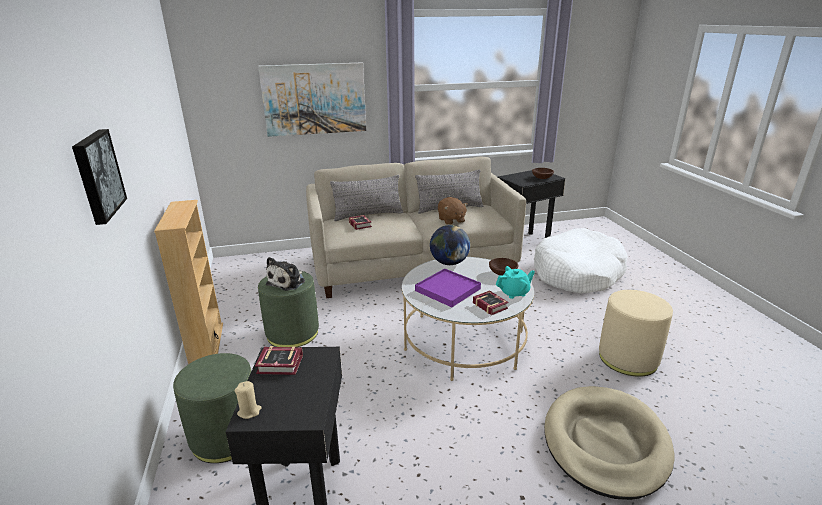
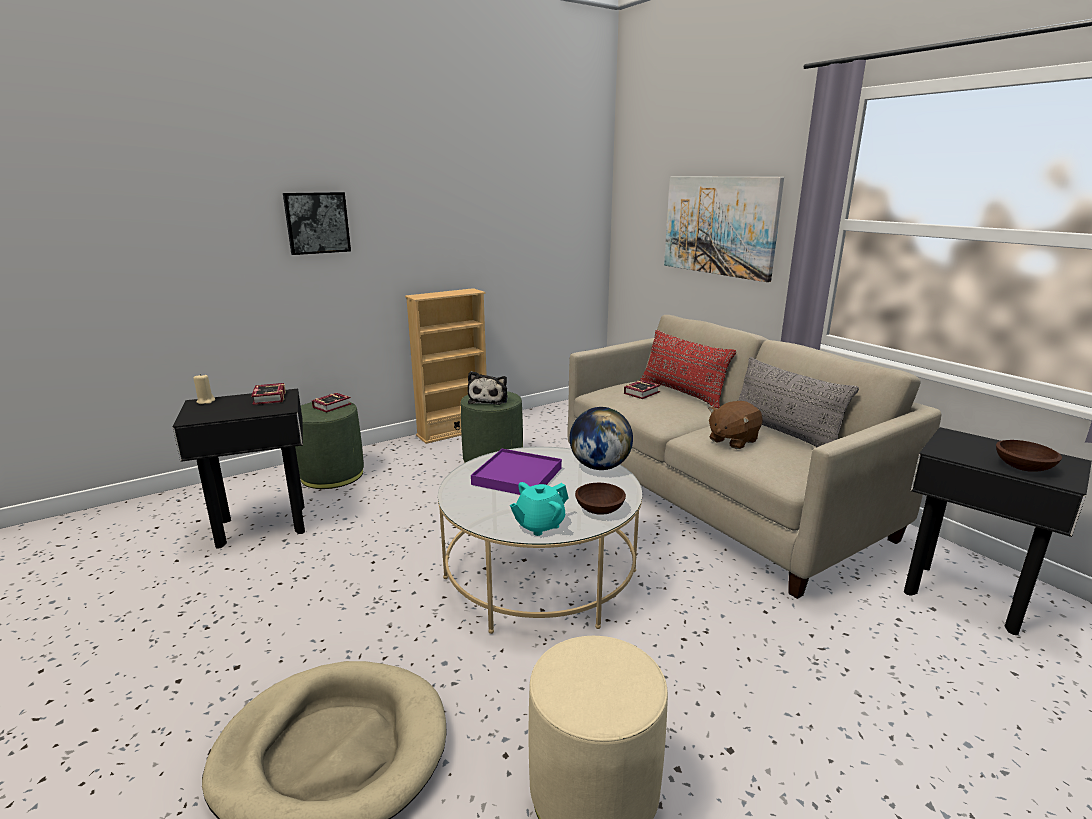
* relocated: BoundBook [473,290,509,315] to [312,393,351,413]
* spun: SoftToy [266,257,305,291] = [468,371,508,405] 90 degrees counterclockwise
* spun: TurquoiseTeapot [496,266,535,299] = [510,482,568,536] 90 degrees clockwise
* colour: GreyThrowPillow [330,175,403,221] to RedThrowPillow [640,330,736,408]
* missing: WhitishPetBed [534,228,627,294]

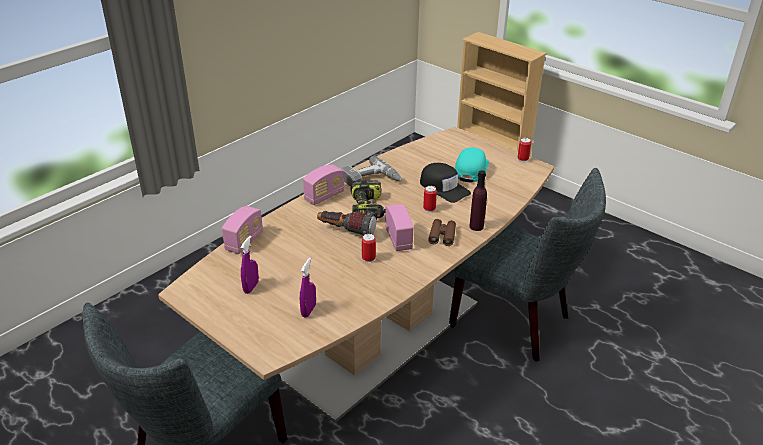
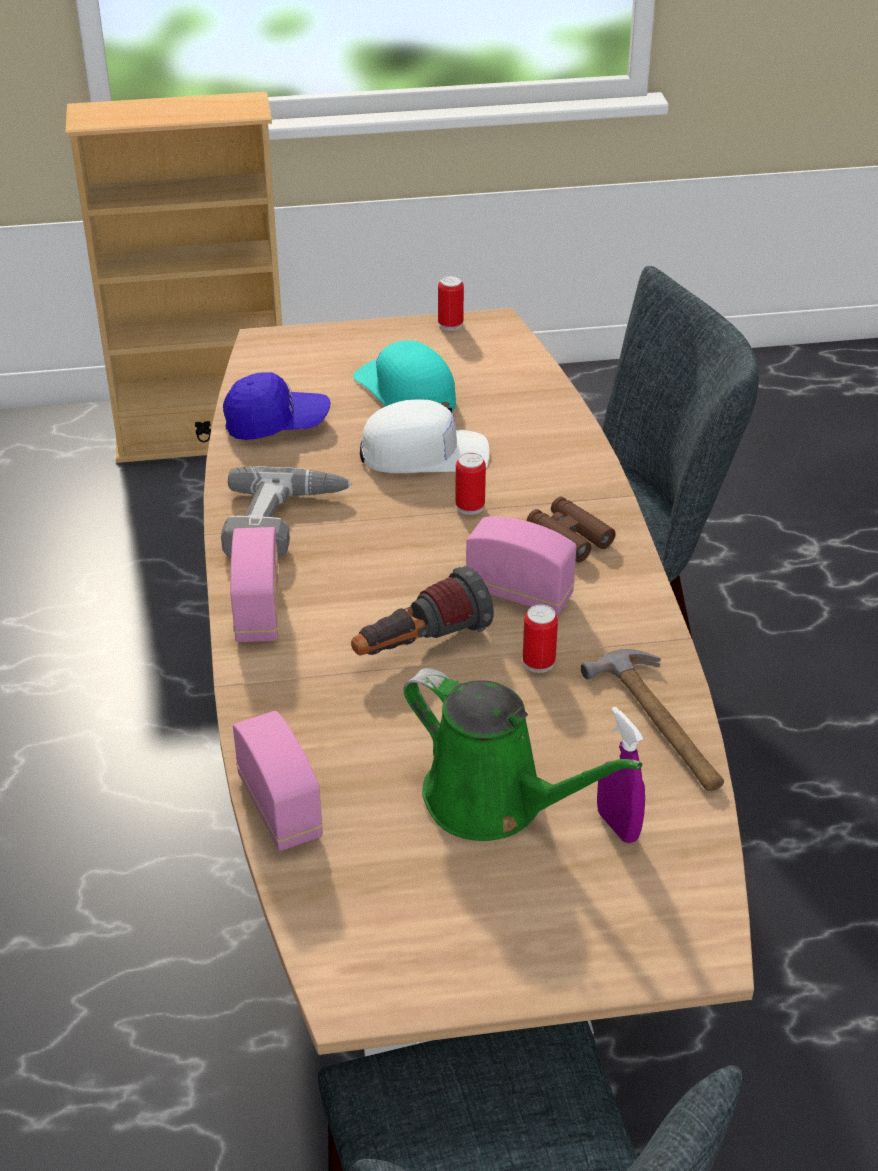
* appeared: BluishPeakedCap [223,372,330,440]
* colour: BlackColouredPeakedCap [420,163,471,203] to WhitishPeakedCap [360,399,489,473]
* appeared: GreenishWateringPot [403,668,642,841]
* appeared: Hammer [581,649,724,791]
* missing: PurpleColouredHandSprayer [240,236,259,294]
* missing: Drill [351,180,385,220]
* missing: PurpleColouredBeverageBottle [469,170,487,231]

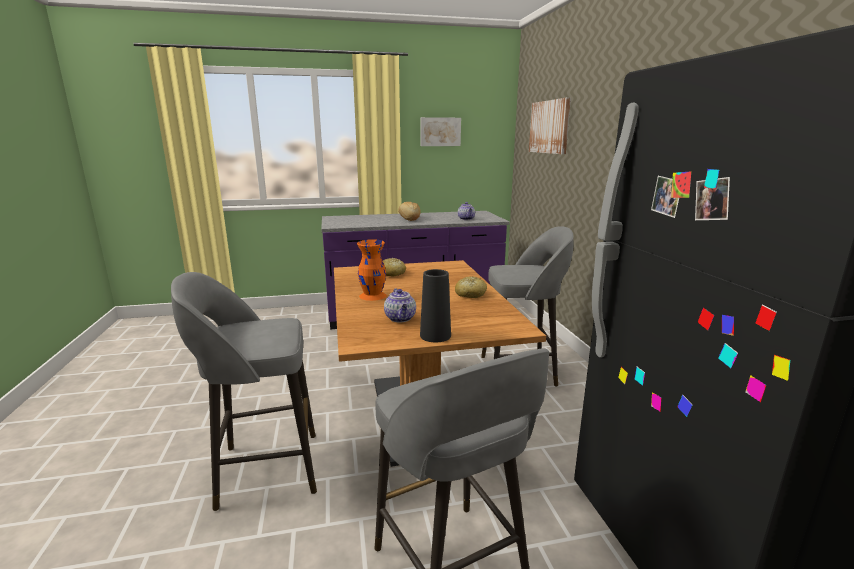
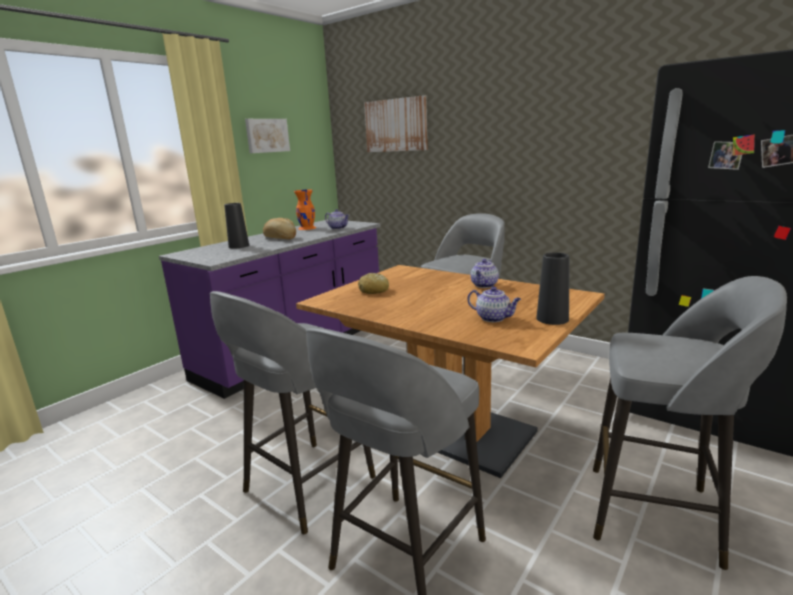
* appeared: GreySittingStool [210,291,376,535]
* appeared: BlackColouredVase [224,203,249,248]
* relocated: OrangeyVase [357,239,386,301] to [294,190,317,230]
* exchanged: Bread [455,276,487,298] to Teapot [470,259,499,288]

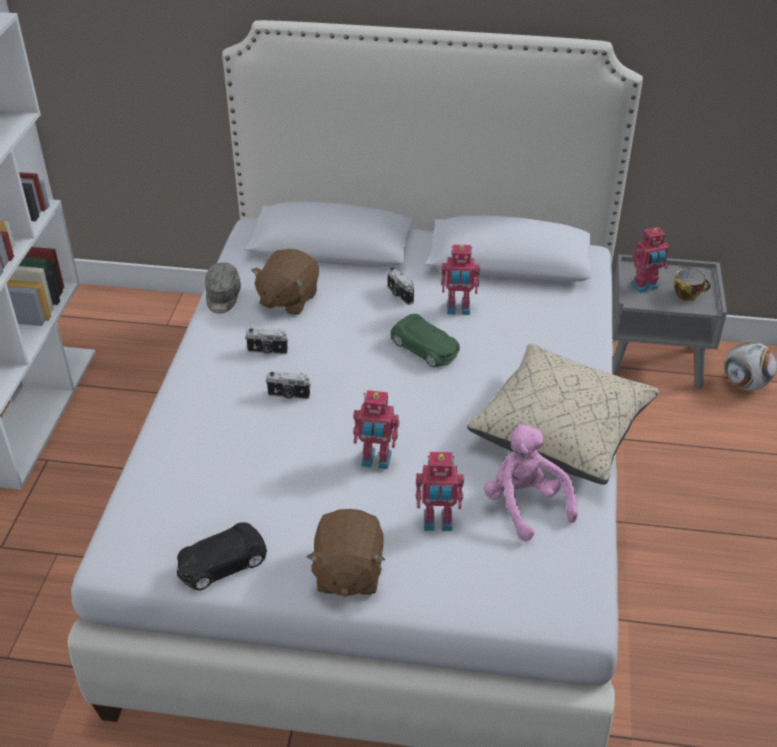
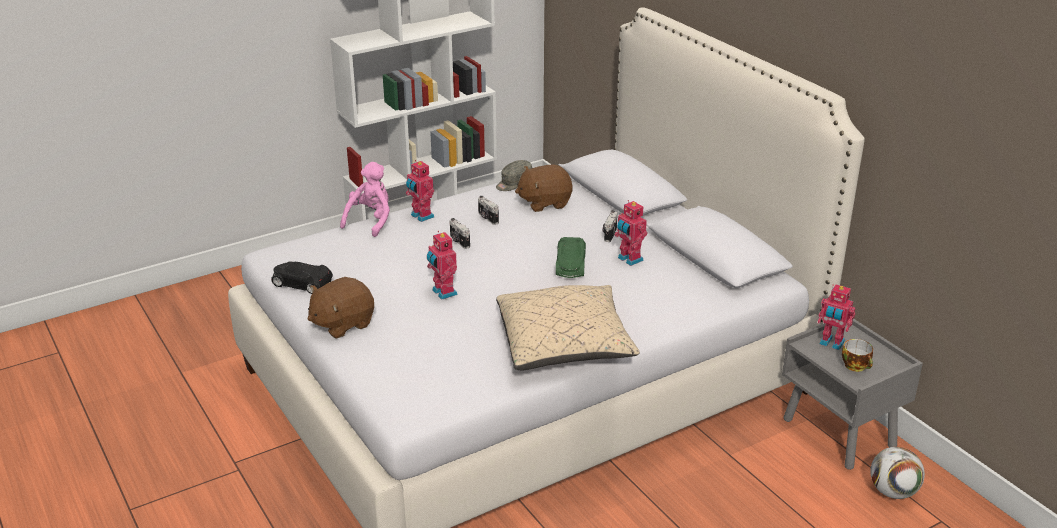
* relocated: PinkSoftToy [484,424,578,541] to [340,162,390,237]
* relocated: ToyRobot [416,452,464,531] to [406,160,434,222]

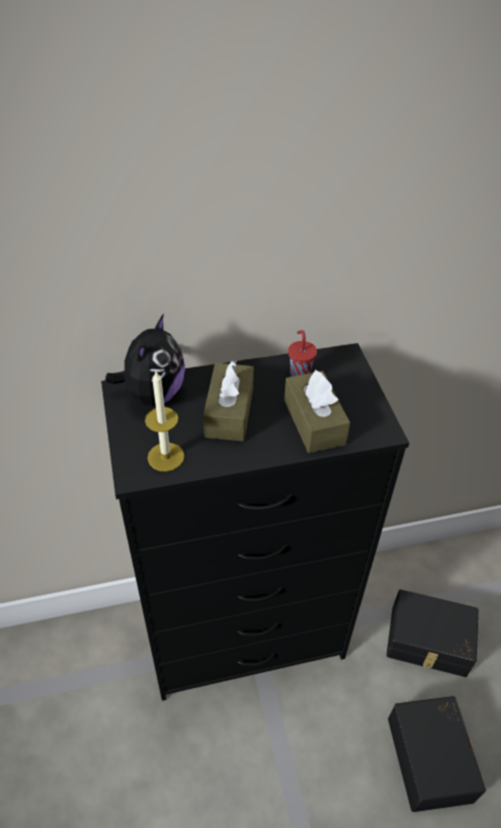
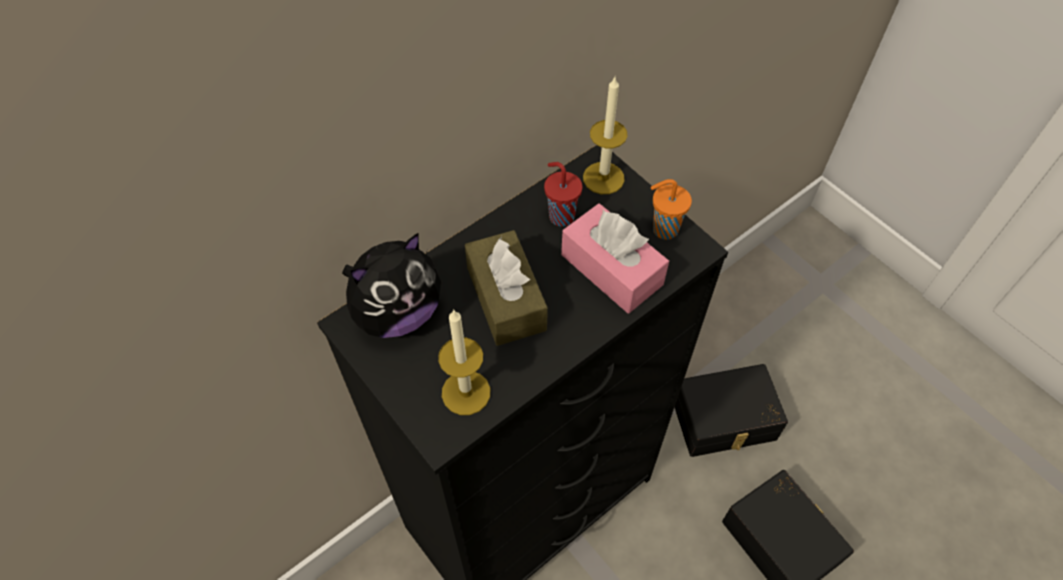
* spun: SoftToy [105,314,185,406] = [342,233,441,338] 60 degrees clockwise
* colour: BrownishBoxOfTissues [284,370,350,453] to PinkBoxOfTissues [561,203,669,313]
* appeared: WaxLight [583,77,627,194]
* appeared: OrangeySmallCup [651,179,692,240]

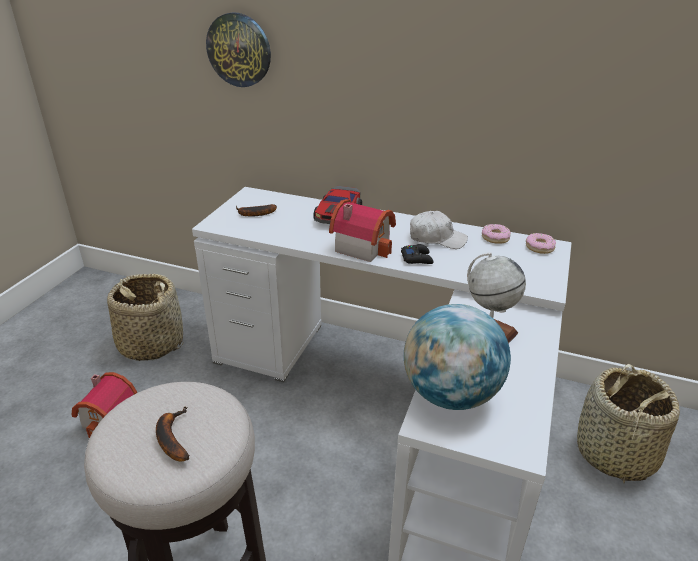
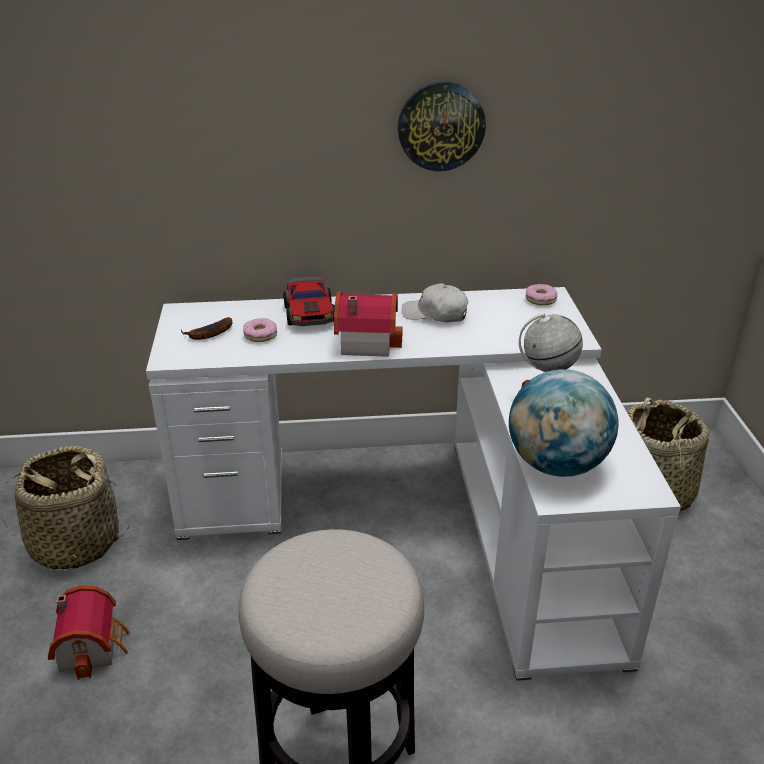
* relocated: Donut [482,224,511,244] to [243,318,277,342]
* relocated: HangingClock [206,12,271,87] to [398,82,486,171]
* spun: WhitishPeakedCap [410,211,468,249] = [402,283,468,322] 150 degrees counterclockwise
* missing: BananaFruit [156,406,190,461]
* missing: BlackColouredGameController [401,244,434,264]

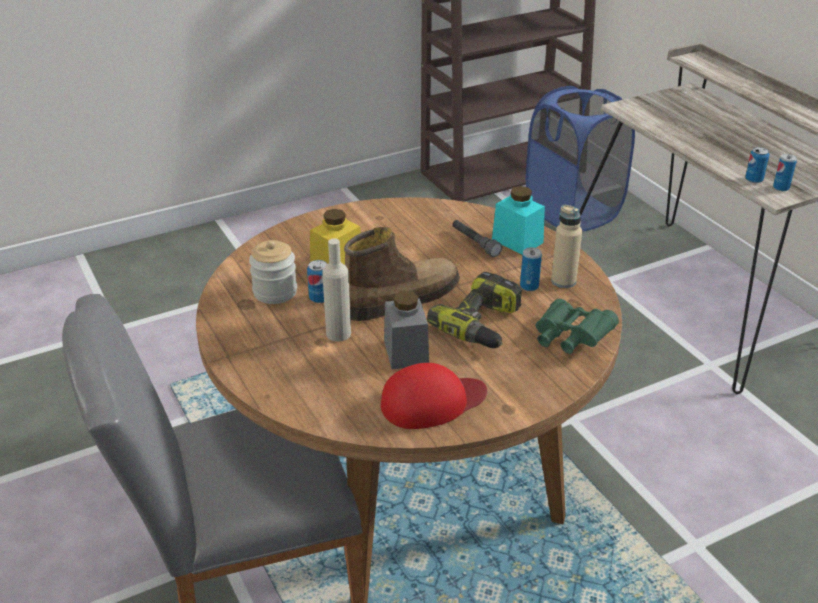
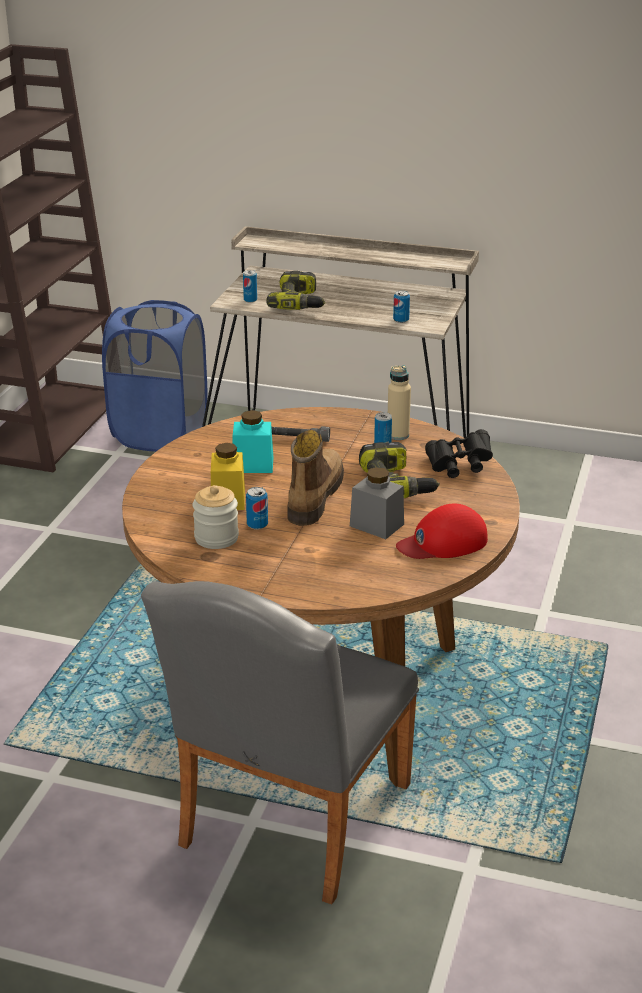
* relocated: TurquoisePreserveJar [492,186,545,255] to [233,410,273,473]
* relocated: MetalCan [773,154,797,191] to [243,270,257,302]
* appeared: Drill [266,271,326,310]
* spun: RedPeakedCap [381,363,487,429] = [396,503,488,559] 135 degrees counterclockwise
* colour: GreenishBinoculars [536,299,619,354] to BlackColouredBinoculars [425,429,493,478]
* missing: SandColouredBeverageBottle [322,238,351,342]

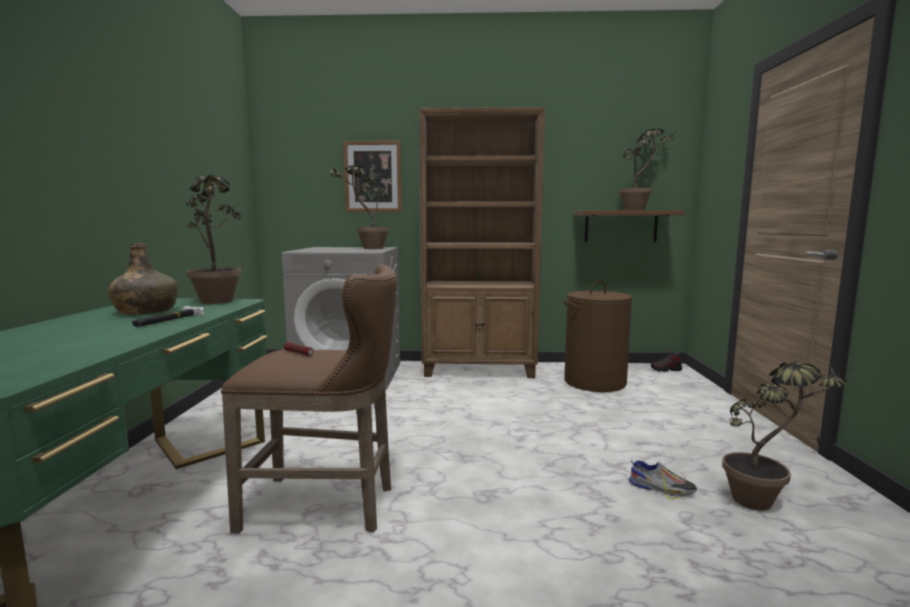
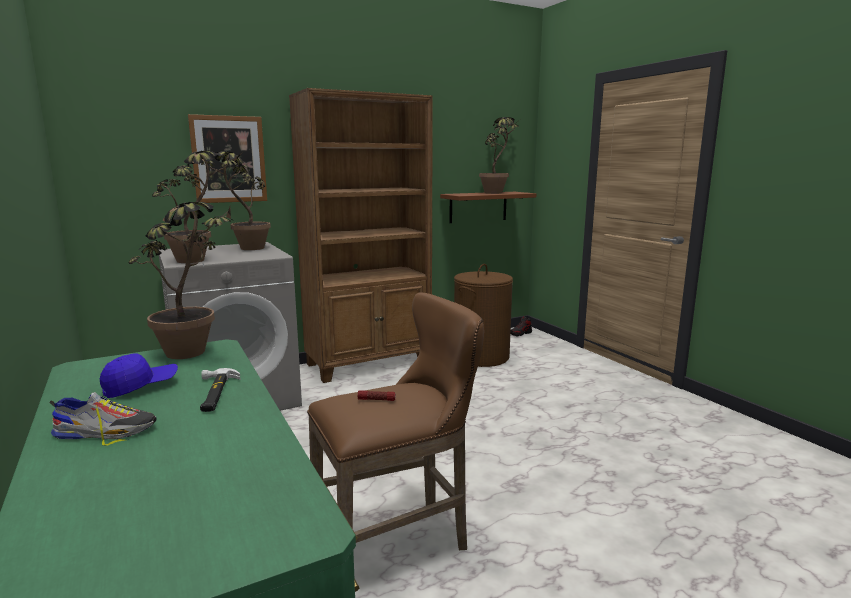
* relocated: ItemOfFootwear [628,460,697,500] to [49,392,157,446]
* exchanged: GreenishBeverageBottle [108,243,178,315] to BluishPeakedCap [100,353,178,398]
* relocated: Houseplant [722,362,856,511] to [152,151,243,263]

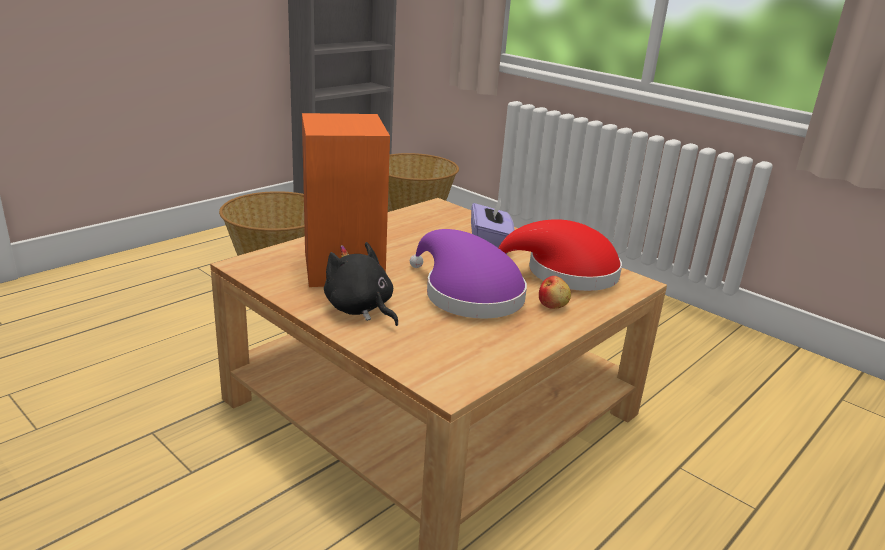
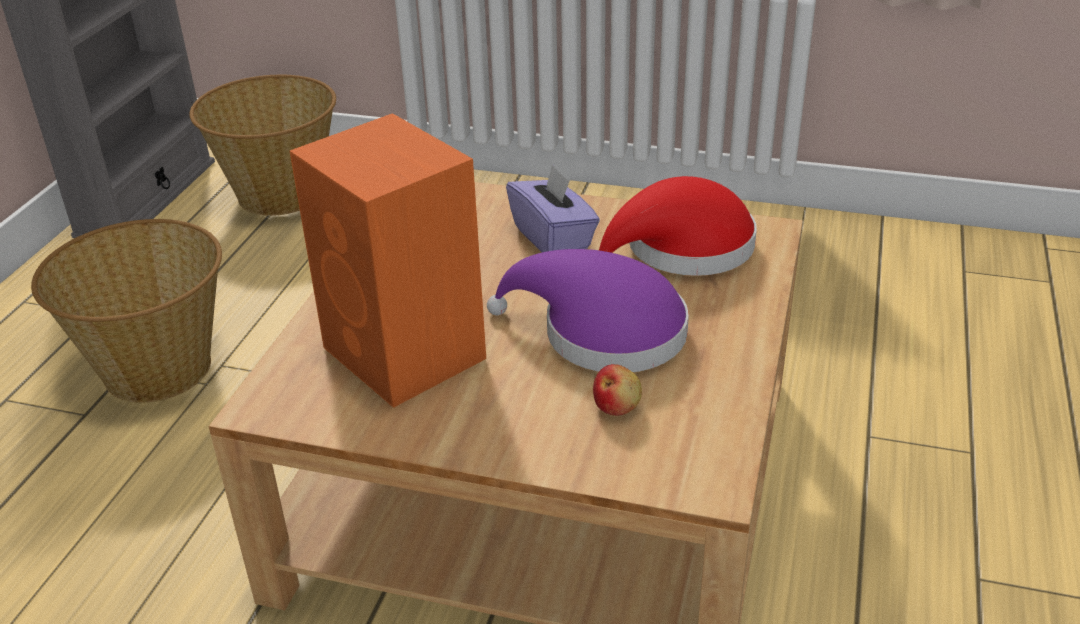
* relocated: Apple [539,276,571,309] to [593,364,642,416]
* missing: BlackColouredSoftToy [324,242,398,326]

